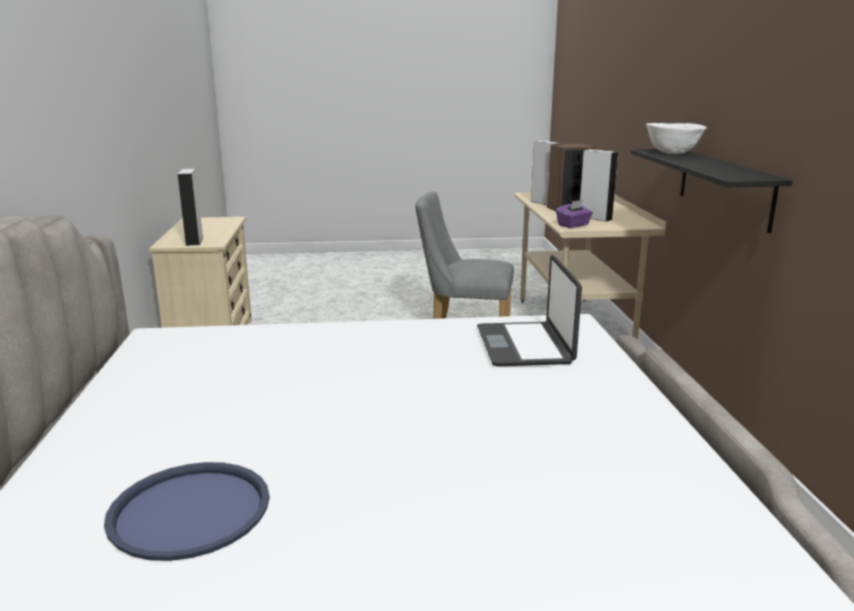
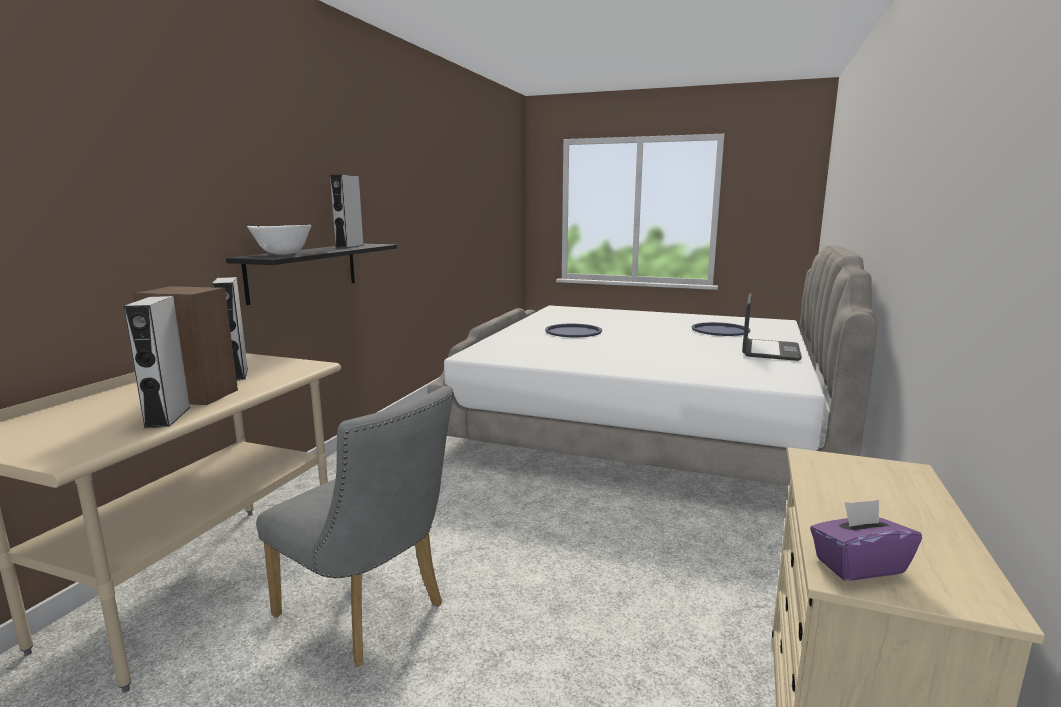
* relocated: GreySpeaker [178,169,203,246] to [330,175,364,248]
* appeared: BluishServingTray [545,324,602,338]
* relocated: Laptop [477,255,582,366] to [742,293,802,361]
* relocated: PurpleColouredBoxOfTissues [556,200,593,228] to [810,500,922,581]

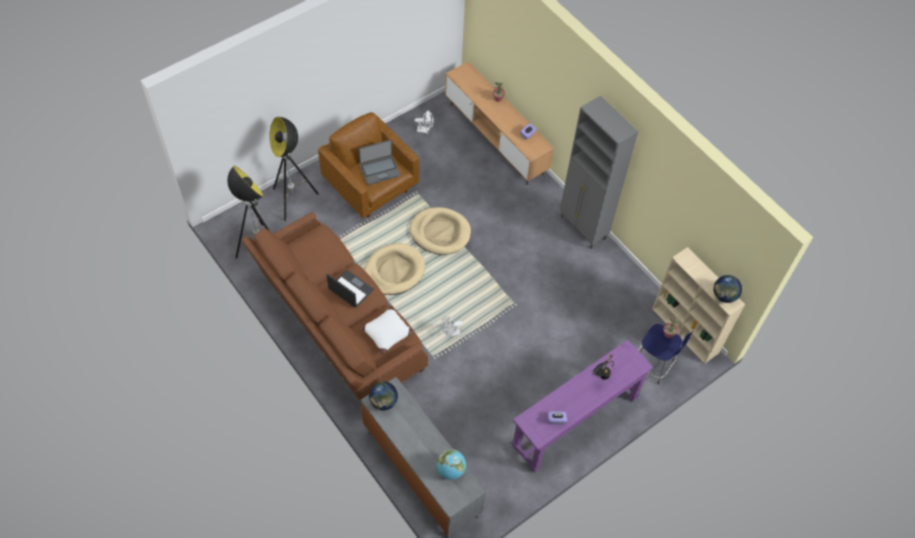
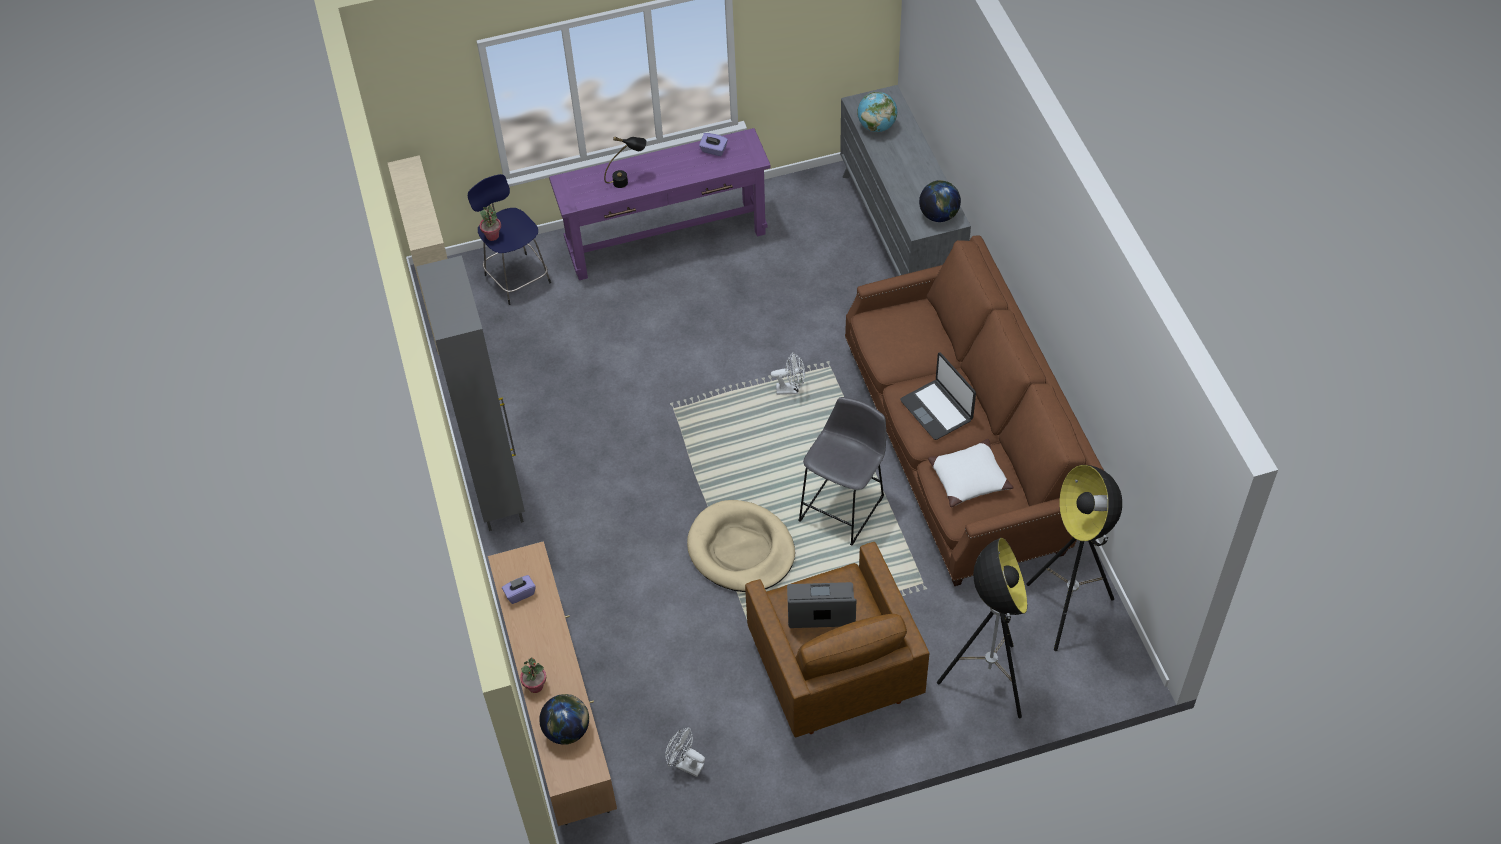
* relocated: Globe [714,275,742,303] to [539,694,589,745]
* exchanged: SandColouredPetBed [364,243,425,295] to GreySittingStool [798,397,886,545]
* relocated: WhitishThrowPillow [360,306,414,355] to [928,439,1014,507]

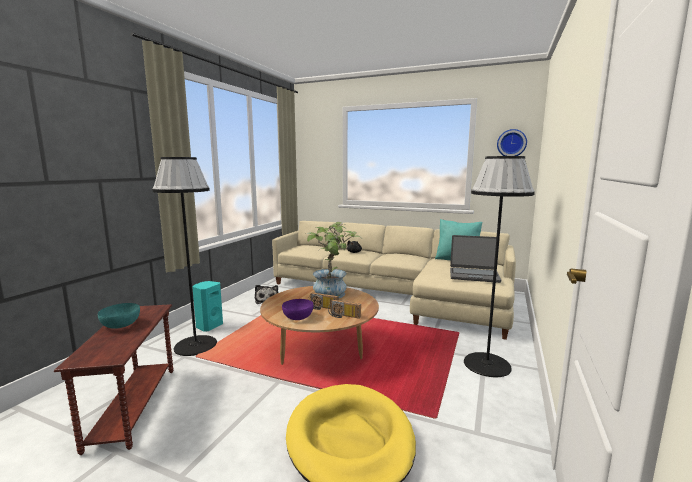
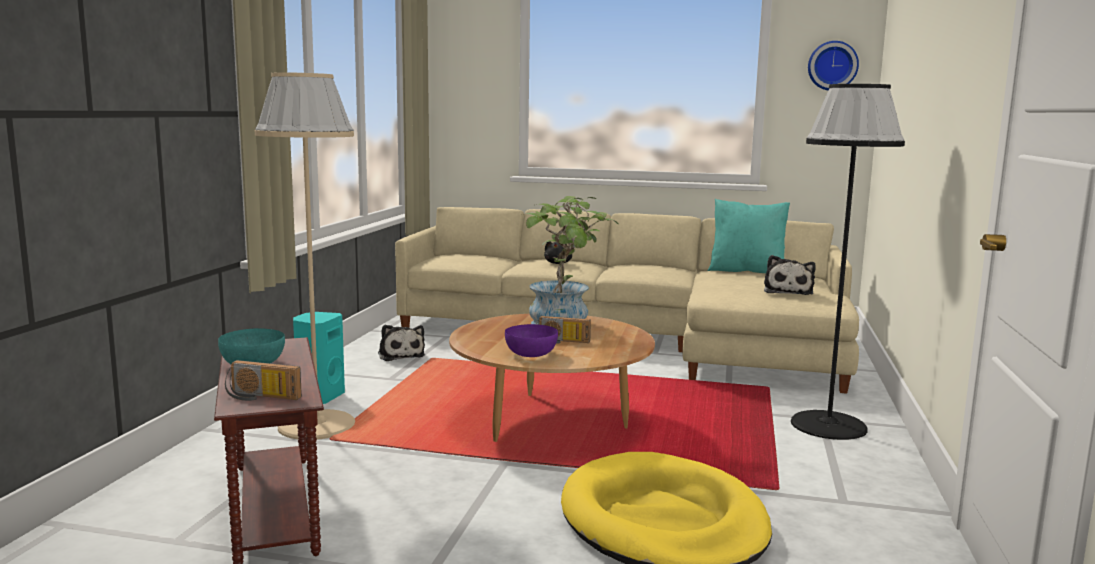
* relocated: RadioSet [328,300,361,319] to [225,360,302,401]
* colour: BlackColouredFloorLamp [152,157,217,356] to SandColouredFloorLamp [255,72,355,440]
* exchanged: Laptop [450,235,501,283] to SoftToy [764,255,816,295]

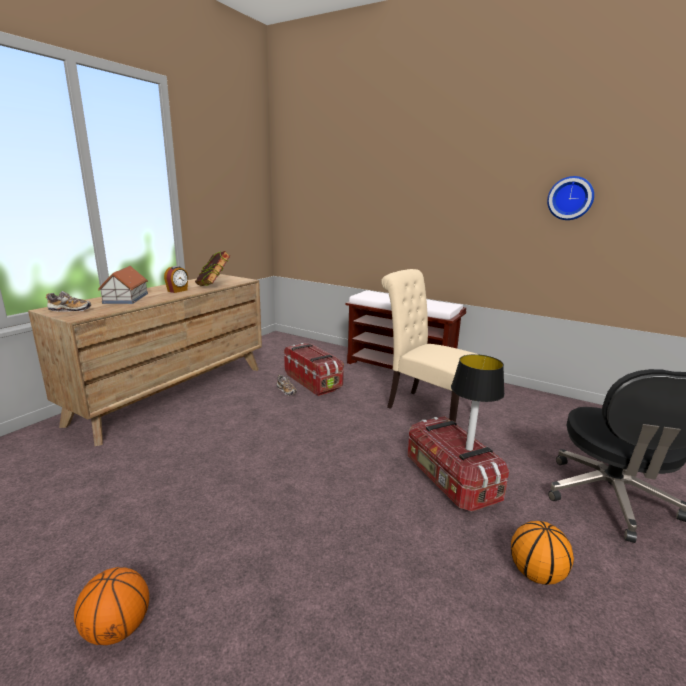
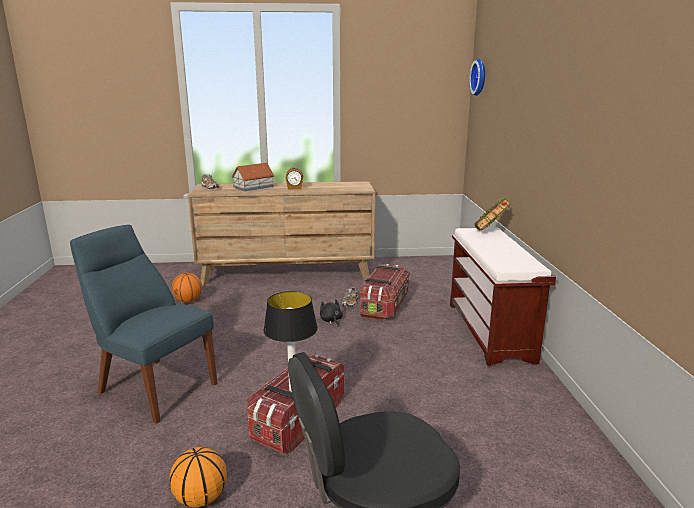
* appeared: BluishChair [70,225,217,424]
* relocated: BallForBasketball [74,567,149,645] to [172,272,202,303]
* appeared: BlackColouredSoftToy [320,299,343,327]
* relocated: HangingClock [547,176,594,220] to [469,59,485,96]
* relocated: BoundBook [195,251,231,286] to [474,198,510,230]
* missing: SandColouredChair [381,269,479,423]

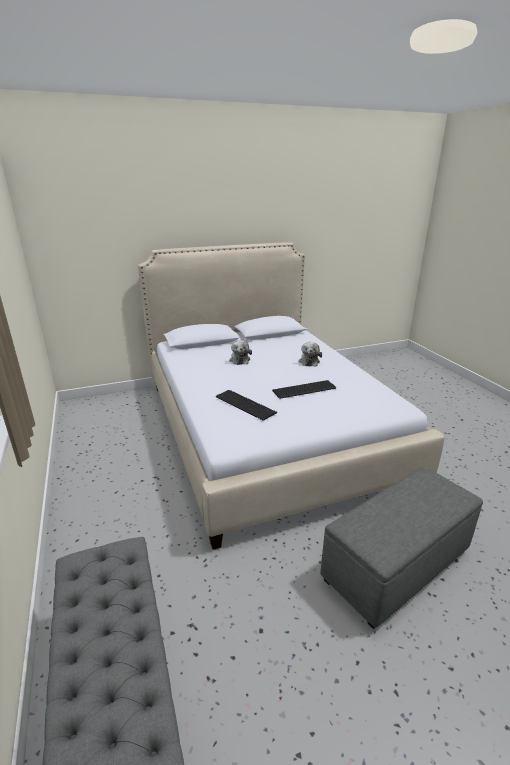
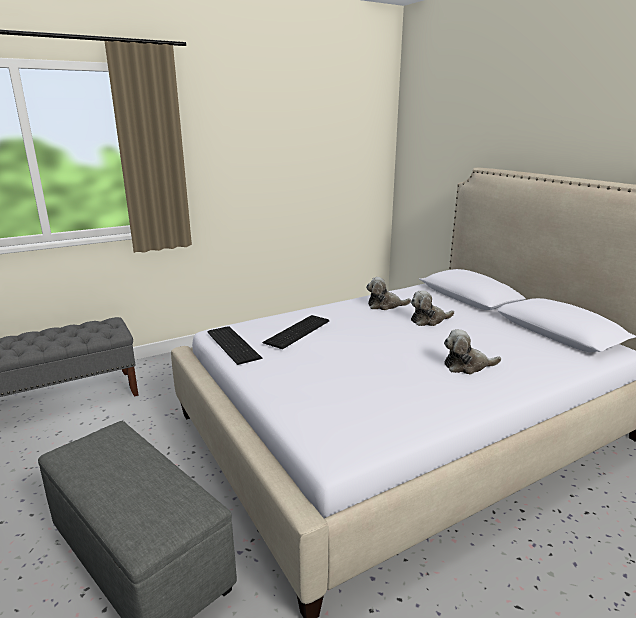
* relocated: ComputerKeyboard [272,380,336,399] to [208,326,262,365]
* appeared: SoftToy [366,277,411,310]

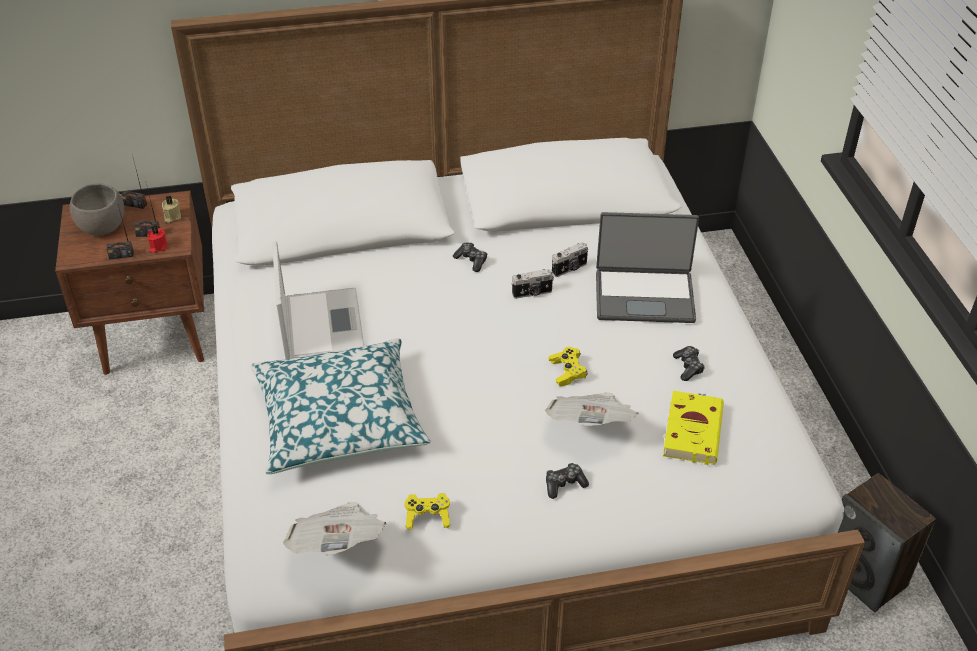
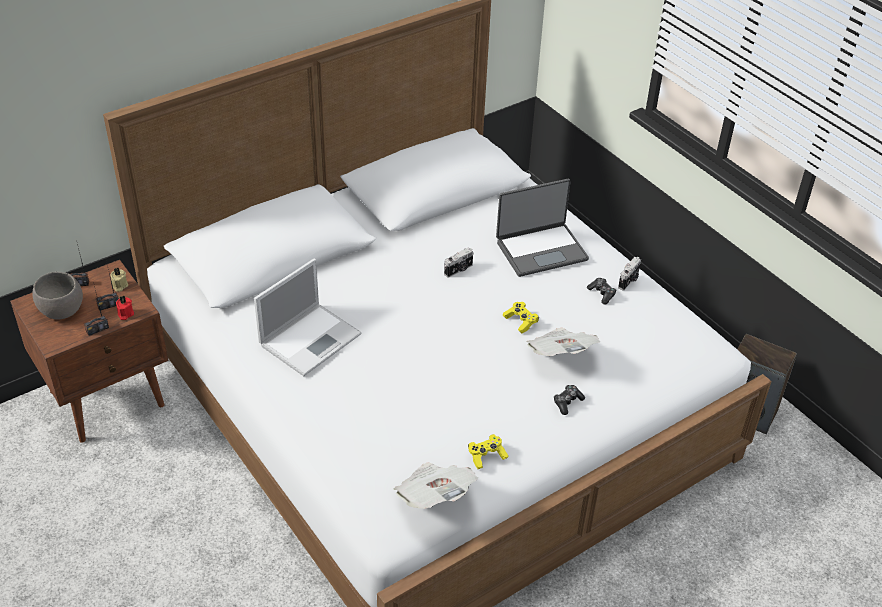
* spun: Laptop [272,241,364,359] = [254,259,362,376] 75 degrees clockwise
* relocated: PhotoCamera [552,242,588,277] to [618,257,641,290]
* missing: ThrowPillow [251,338,431,474]
* missing: GameController [453,242,487,272]
* missing: YellowColouredBoundBook [663,391,724,465]

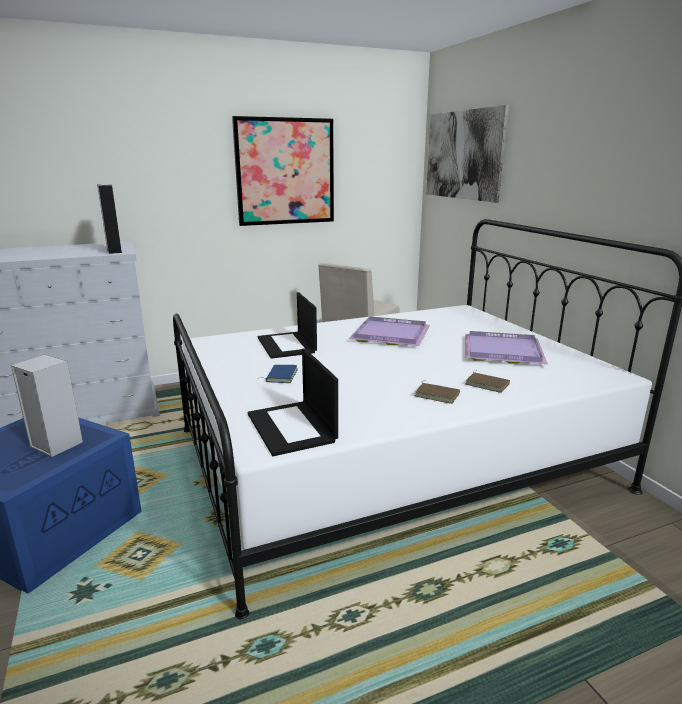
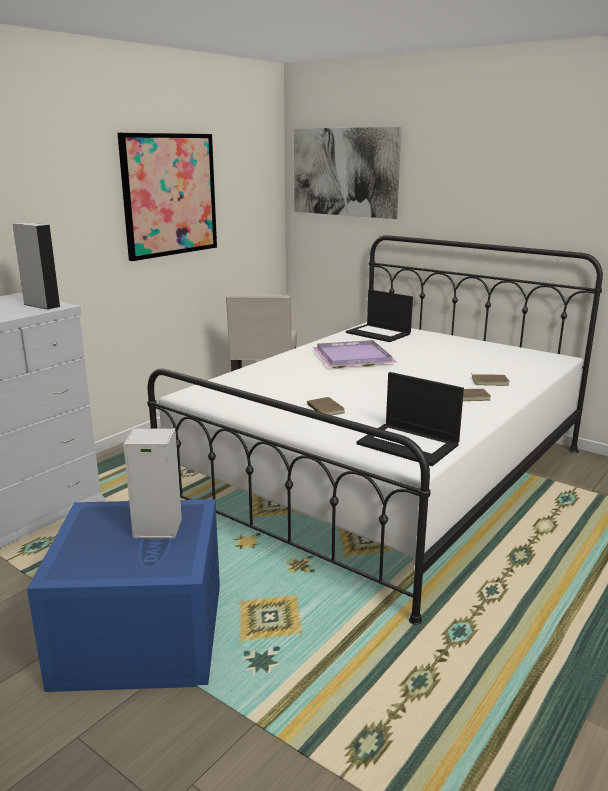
* colour: BluishBoundBook [260,365,298,383] to BrownishBoundBook [307,397,345,415]
* relocated: Laptop [258,292,317,359] to [346,289,413,342]
* missing: PurpleColouredServingTray [465,331,548,364]

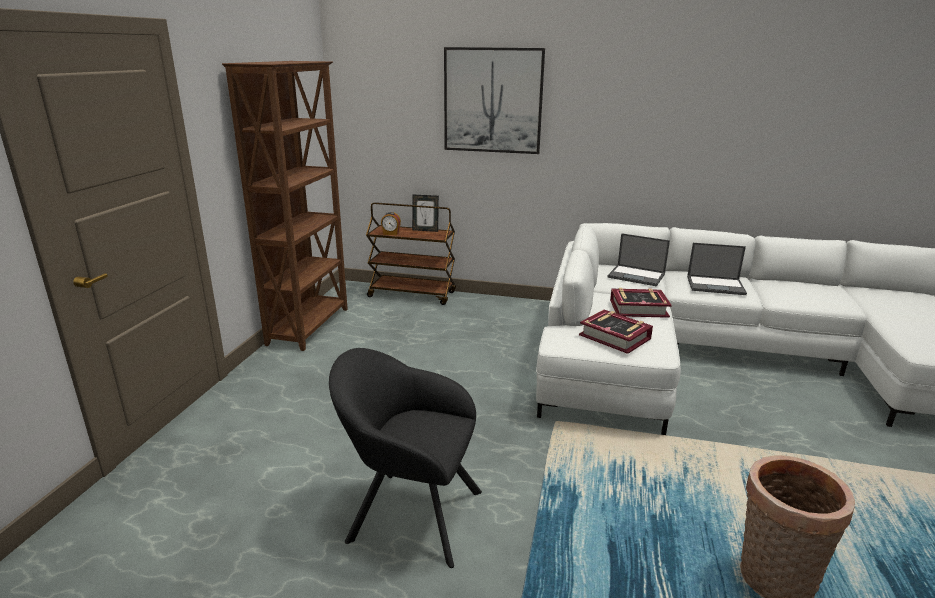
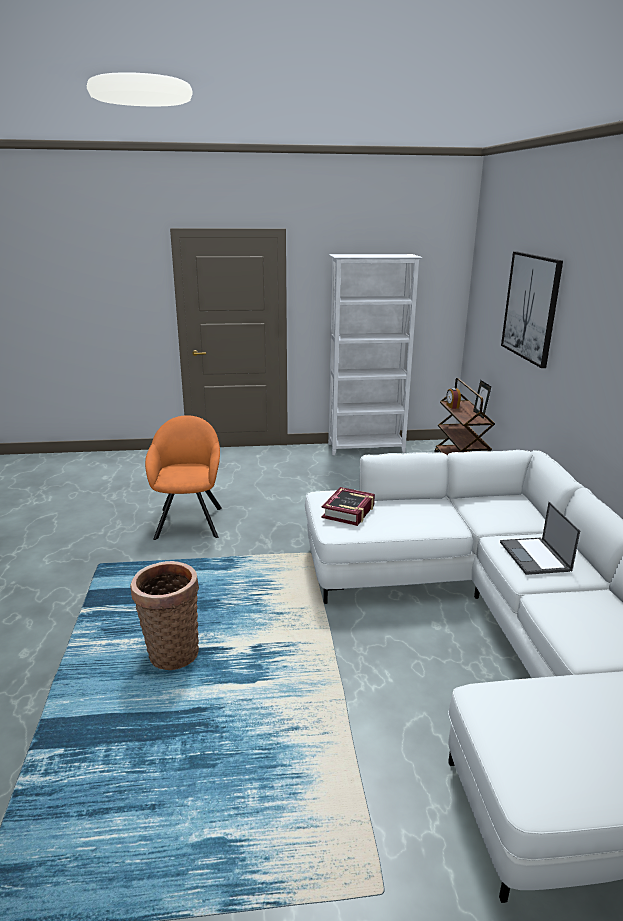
* colour: BlackColouredArmchair [329,348,482,568] to OrangeyArmchair [145,415,222,540]
* colour: BrownishBookcase [222,61,348,351] to WhitishBookcase [328,254,423,455]
* missing: Laptop [607,233,670,286]
* missing: BoundBook [610,288,672,318]

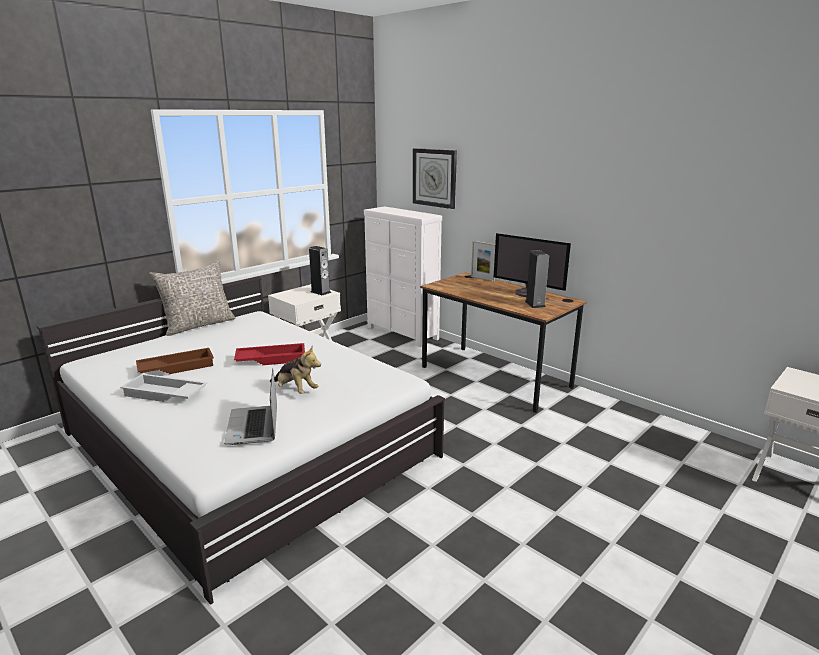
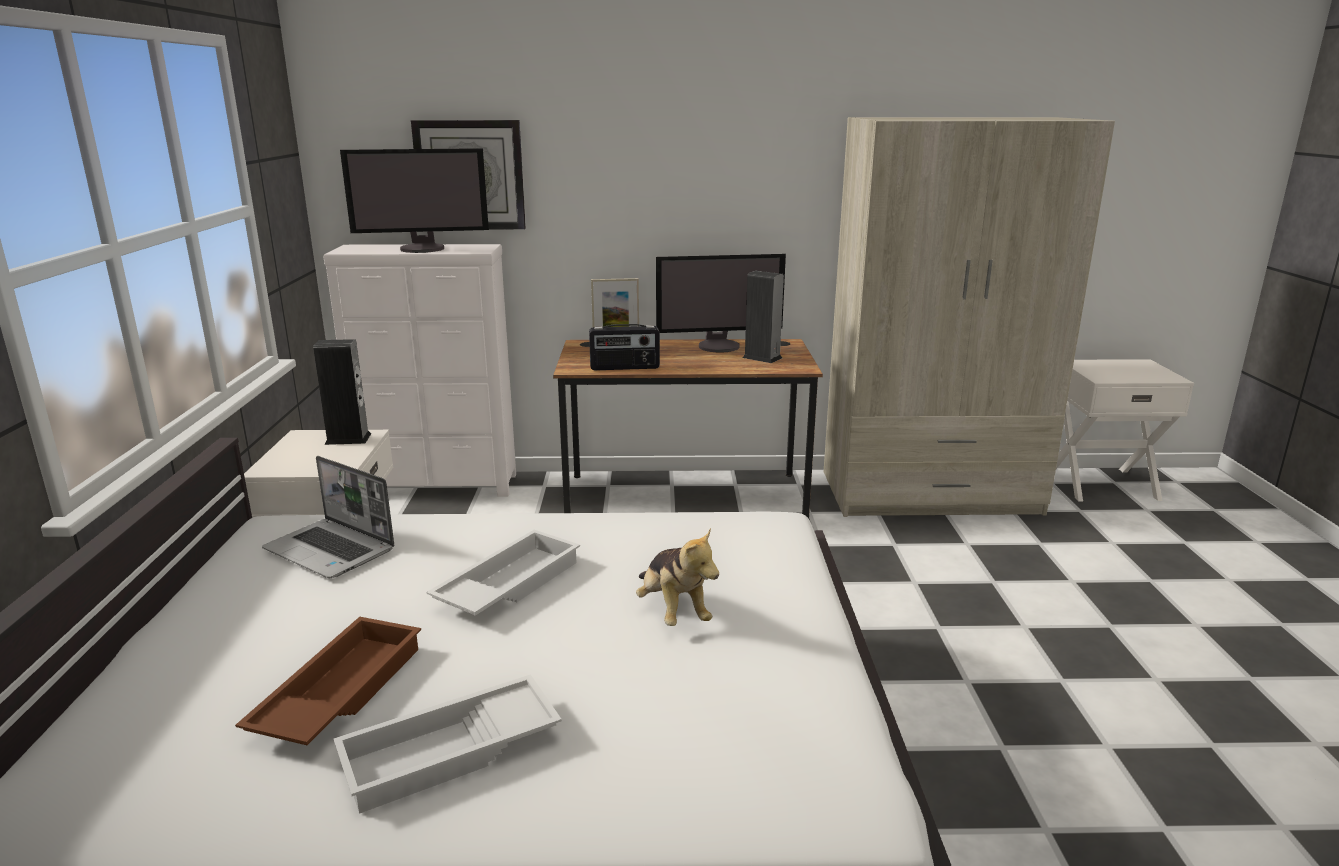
* relocated: Laptop [224,368,277,445] to [262,456,394,578]
* appeared: Monitor [340,148,489,253]
* colour: RedServingTray [234,343,305,365] to WhitishServingTray [426,530,580,616]
* appeared: RadioSet [589,324,660,370]
* spun: SoftToy [270,346,321,394] = [636,528,719,626] 75 degrees clockwise
* appeared: SandColouredClothesCupboard [824,117,1115,517]
* missing: GreyThrowPillow [149,261,236,336]

